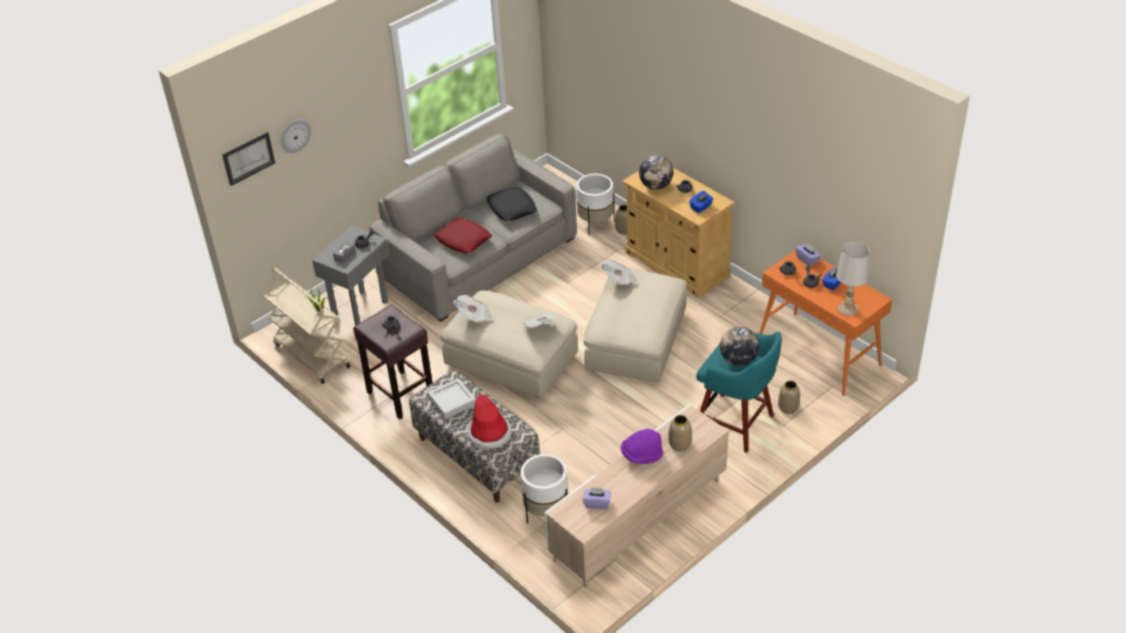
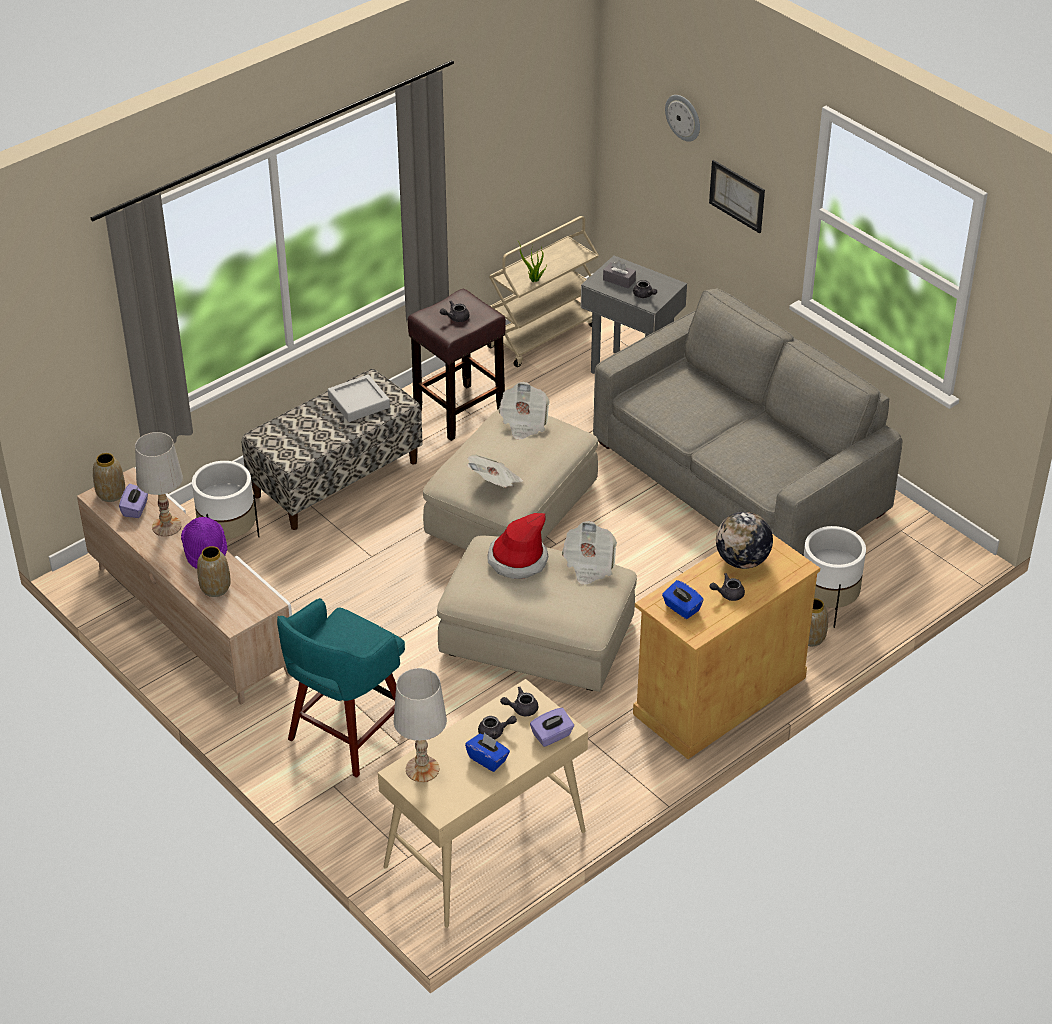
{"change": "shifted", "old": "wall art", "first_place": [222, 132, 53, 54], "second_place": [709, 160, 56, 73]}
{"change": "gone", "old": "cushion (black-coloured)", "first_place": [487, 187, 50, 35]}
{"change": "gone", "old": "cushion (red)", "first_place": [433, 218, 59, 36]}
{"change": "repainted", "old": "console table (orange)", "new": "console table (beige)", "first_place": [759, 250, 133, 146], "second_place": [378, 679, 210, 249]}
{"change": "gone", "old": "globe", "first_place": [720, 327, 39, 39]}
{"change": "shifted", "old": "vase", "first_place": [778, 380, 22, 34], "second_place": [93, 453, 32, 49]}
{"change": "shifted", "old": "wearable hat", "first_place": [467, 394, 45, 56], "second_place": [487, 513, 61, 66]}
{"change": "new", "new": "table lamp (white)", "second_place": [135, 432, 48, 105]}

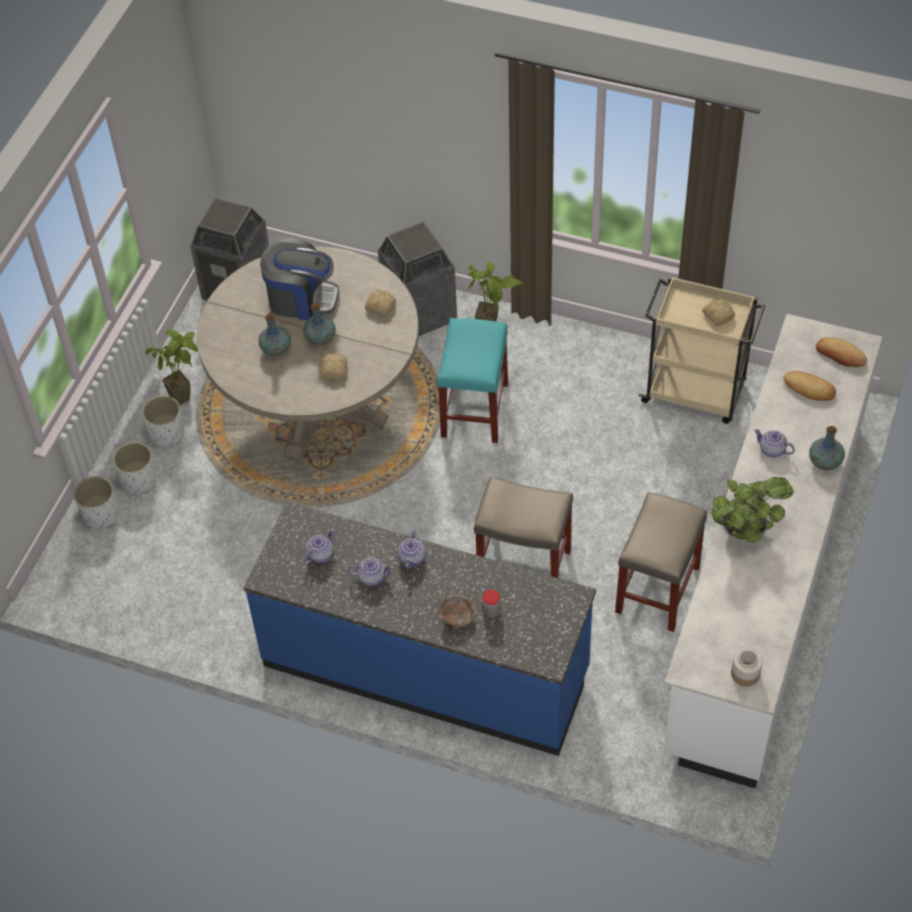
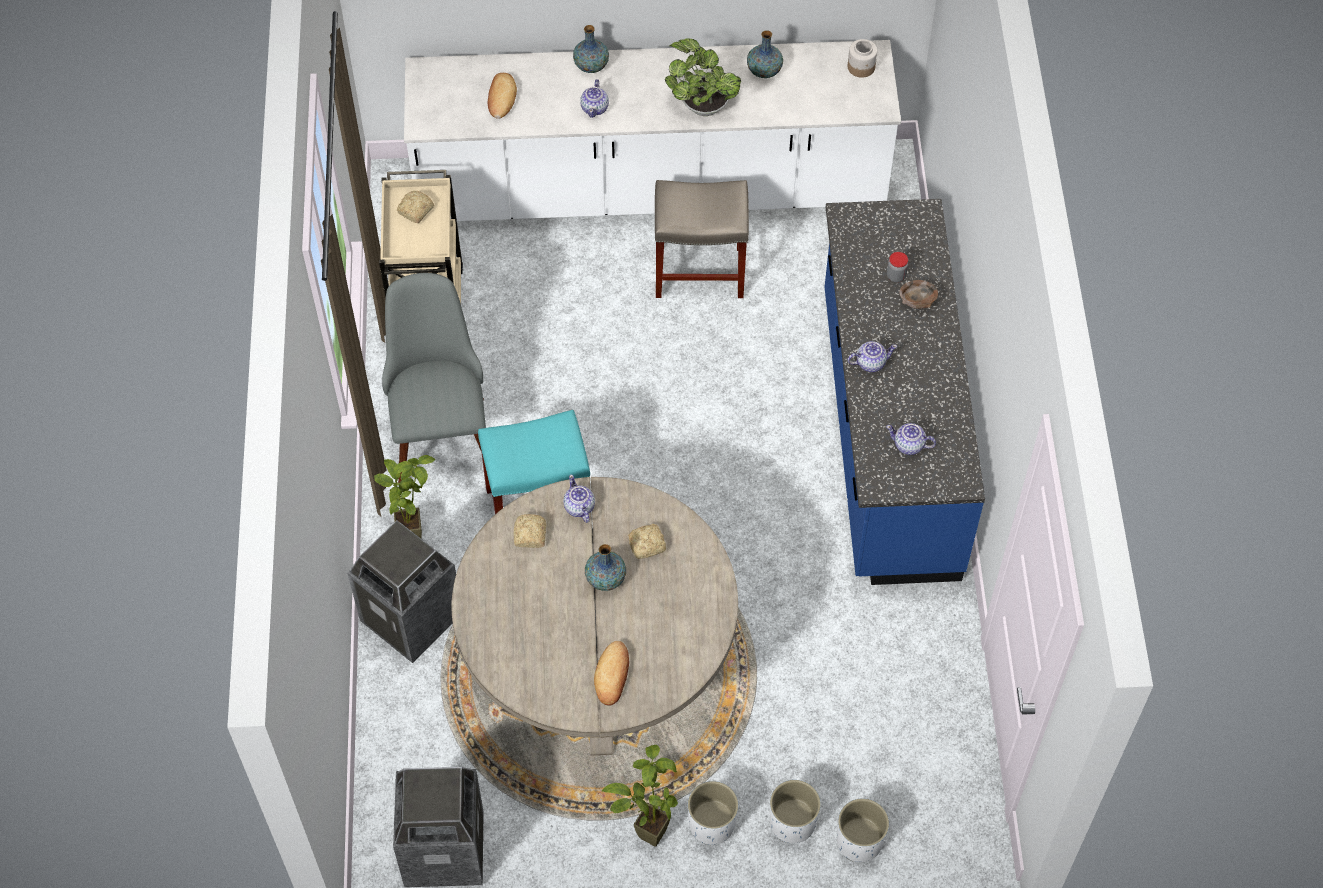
{"change": "gone", "old": "coffee brewer", "first_place": [260, 238, 79, 82]}
{"change": "shifted", "old": "vase", "first_place": [258, 314, 33, 42], "second_place": [747, 30, 36, 48]}
{"change": "shifted", "old": "bread", "first_place": [816, 337, 51, 30], "second_place": [594, 641, 35, 65]}
{"change": "gone", "old": "stool (beige)", "first_place": [474, 476, 99, 102]}
{"change": "shifted", "old": "teapot", "first_place": [348, 558, 46, 28], "second_place": [563, 475, 32, 48]}
{"change": "new", "new": "chair (greyish)", "second_place": [382, 273, 104, 210]}

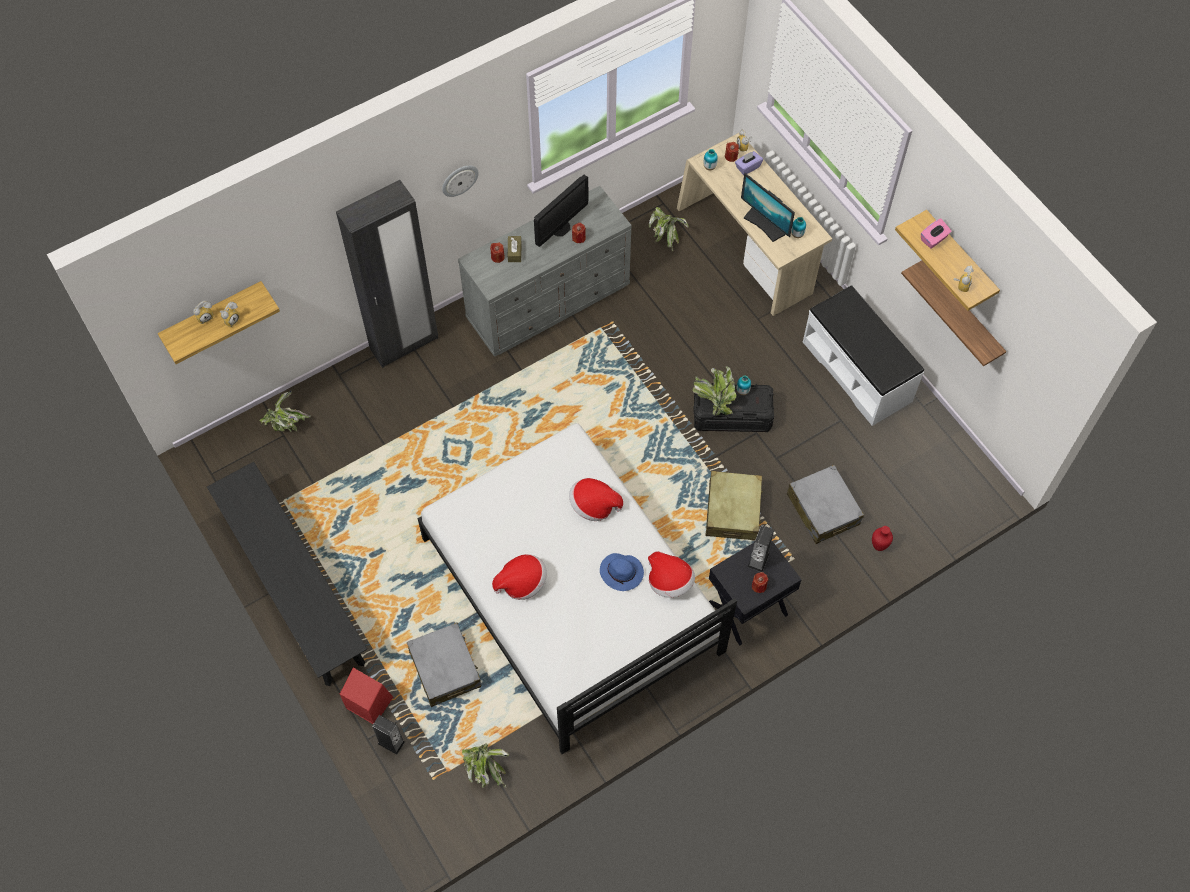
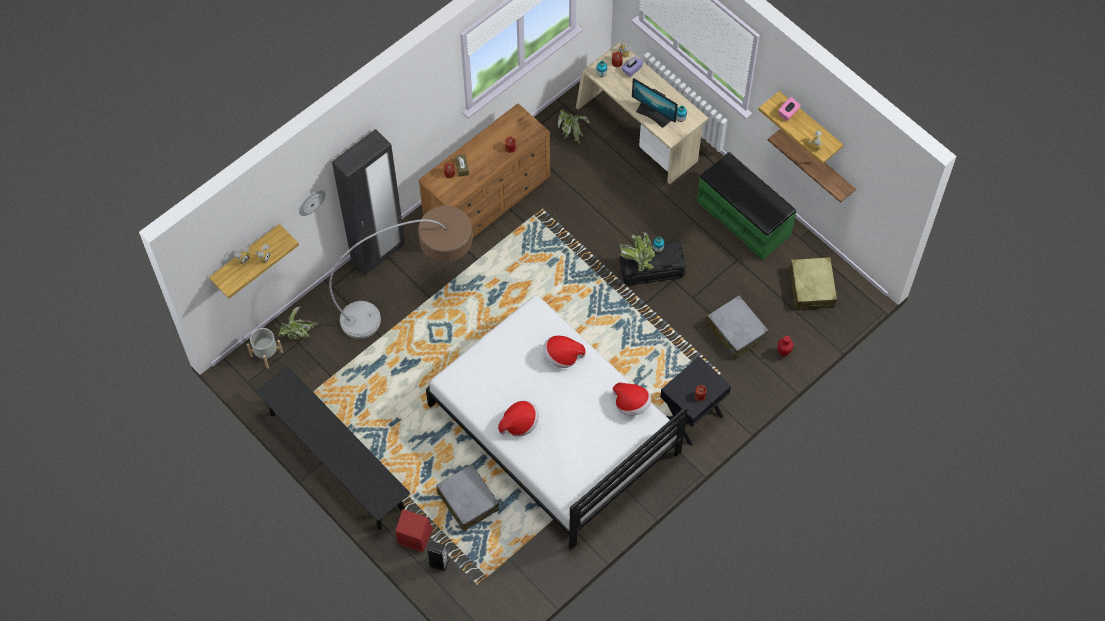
{"change": "shifted", "old": "clock on the wall", "first_place": [442, 165, 37, 32], "second_place": [299, 190, 27, 26]}
{"change": "gone", "old": "computer display", "first_place": [534, 174, 54, 73]}
{"change": "repainted", "old": "dresser (greyish)", "new": "dresser (brownish)", "first_place": [458, 186, 174, 171], "second_place": [418, 103, 132, 134]}
{"change": "repainted", "old": "indoor bench (white)", "new": "indoor bench (green-coloured)", "first_place": [803, 285, 121, 141], "second_place": [697, 152, 99, 108]}
{"change": "shifted", "old": "suitcase (beige)", "first_place": [705, 471, 58, 70], "second_place": [789, 257, 48, 53]}
{"change": "gone", "old": "loudspeaker", "first_place": [748, 525, 26, 47]}
{"change": "gone", "old": "wearable hat (blue)", "first_place": [600, 553, 44, 38]}
{"change": "gone", "old": "potted plant", "first_place": [462, 743, 48, 45]}
{"change": "new", "new": "standard lamp", "second_place": [329, 206, 144, 133]}
{"change": "new", "new": "plant pot (greyish)", "second_place": [247, 328, 36, 41]}

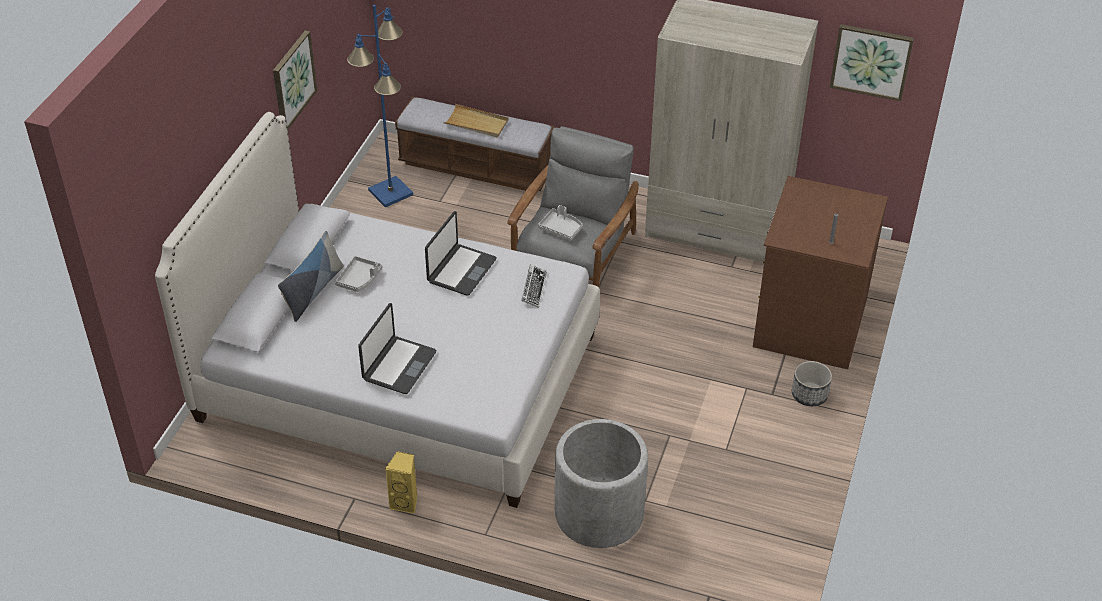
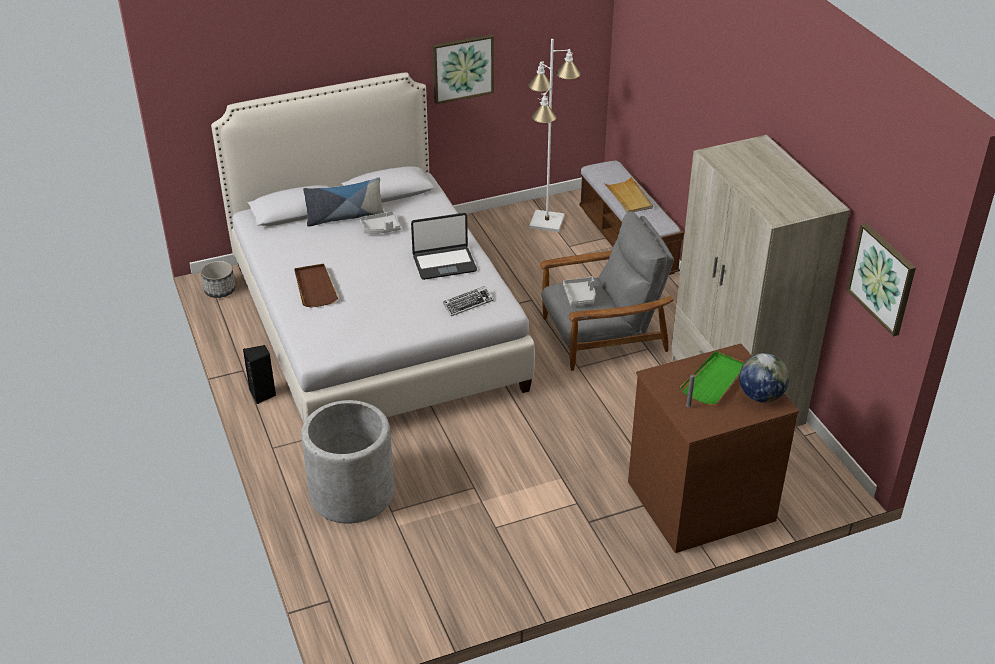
{"change": "repainted", "old": "standard lamp (blue)", "new": "standard lamp (white)", "first_place": [347, 5, 66, 202], "second_place": [528, 39, 53, 193]}
{"change": "swapped", "old": "notebook computer", "new": "carrying tray (brownish)", "first_place": [358, 303, 78, 91], "second_place": [294, 263, 44, 44]}
{"change": "shifted", "old": "plant pot", "first_place": [792, 361, 40, 45], "second_place": [201, 261, 35, 37]}
{"change": "repainted", "old": "loudspeaker (yellow)", "new": "loudspeaker (black-coloured)", "first_place": [385, 451, 32, 63], "second_place": [243, 345, 33, 59]}
{"change": "new", "new": "carrying tray (green-coloured)", "second_place": [680, 351, 65, 54]}
{"change": "new", "new": "globe", "second_place": [739, 353, 50, 50]}

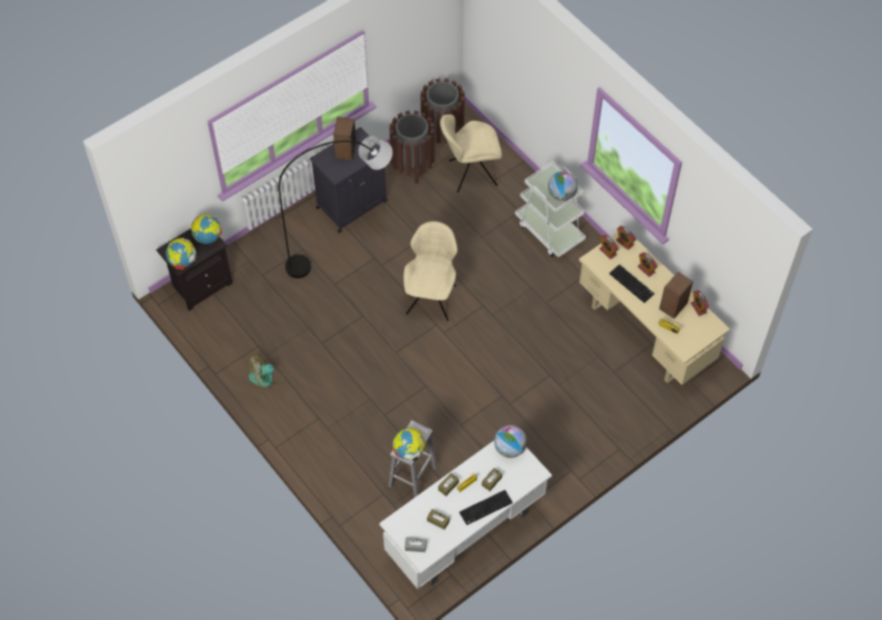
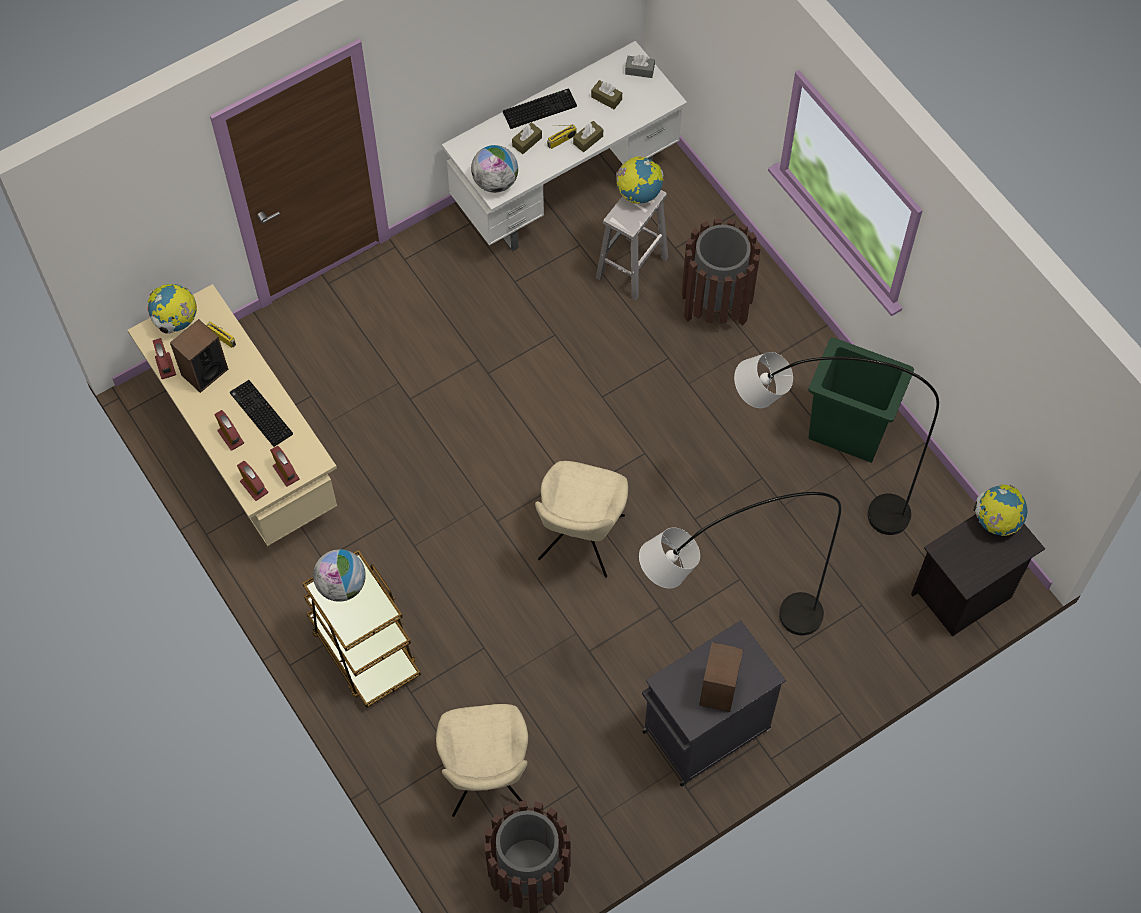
{"change": "shifted", "old": "waste bin (brownish)", "first_place": [390, 110, 45, 74], "second_place": [682, 218, 78, 107]}
{"change": "rotated", "old": "chair (beige)", "first_place": [440, 114, 62, 78], "second_place": [436, 704, 92, 113], "degrees": 90}
{"change": "repainted", "old": "wheeled cart (white)", "new": "wheeled cart (brownish)", "first_place": [515, 161, 71, 97], "second_place": [303, 550, 118, 158]}
{"change": "shifted", "old": "globe", "first_place": [191, 214, 31, 30], "second_place": [148, 284, 49, 50]}
{"change": "swapped", "old": "electric fan", "new": "waste bin (green-coloured)", "first_place": [249, 355, 35, 33], "second_place": [808, 338, 106, 125]}
{"change": "new", "new": "standard lamp (greyish)", "second_place": [734, 352, 205, 183]}

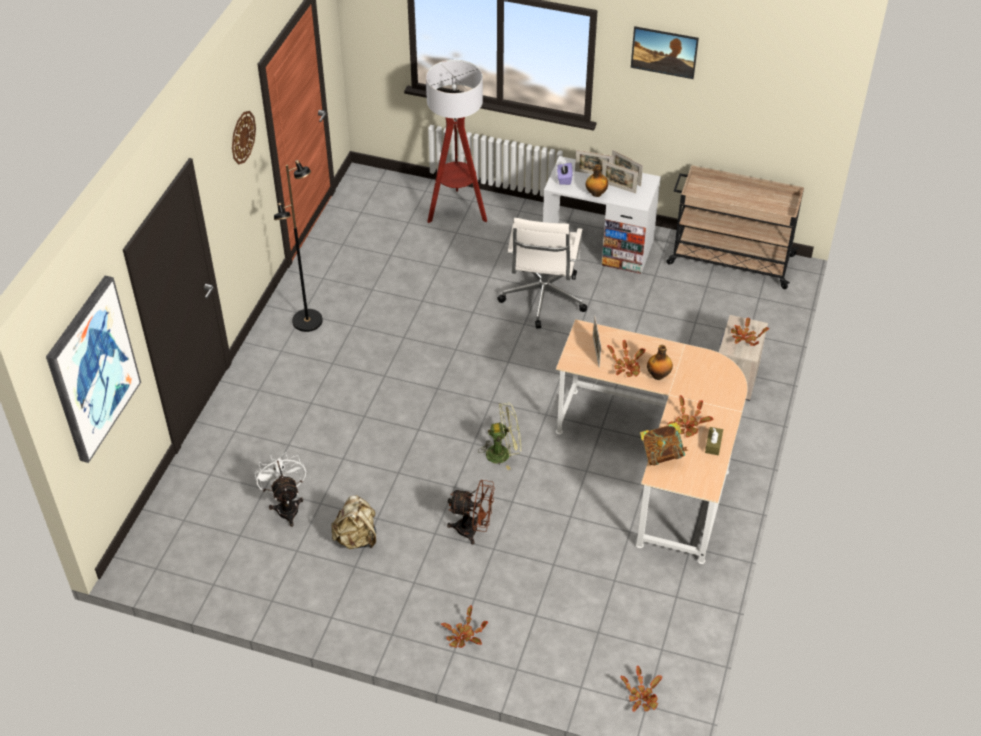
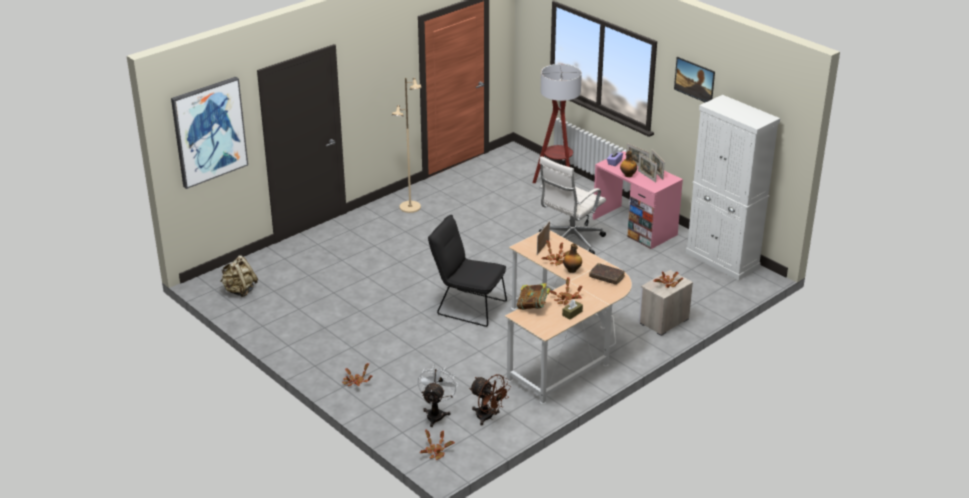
{"change": "gone", "old": "clock on the wall", "first_place": [232, 111, 24, 53]}
{"change": "repainted", "old": "desk table (white)", "new": "desk table (pinkish)", "first_place": [543, 156, 118, 118], "second_place": [593, 151, 90, 98]}
{"change": "repainted", "old": "standard lamp (black-coloured)", "new": "standard lamp (beige)", "first_place": [274, 160, 49, 172], "second_place": [392, 78, 30, 135]}
{"change": "swapped", "old": "wheeled cart (beige)", "new": "cupboard (white)", "first_place": [666, 165, 138, 124], "second_place": [686, 95, 94, 185]}
{"change": "swapped", "old": "electric fan (green-coloured)", "new": "chair (black-coloured)", "first_place": [478, 403, 43, 67], "second_place": [428, 215, 79, 112]}
{"change": "shifted", "old": "electric fan (white)", "first_place": [255, 452, 51, 75], "second_place": [418, 364, 40, 63]}
{"change": "shifted", "old": "electric fan (brownish)", "first_place": [447, 480, 48, 65], "second_place": [469, 374, 42, 52]}
{"change": "shifted", "old": "rucksack (beige)", "first_place": [331, 495, 45, 54], "second_place": [220, 255, 38, 42]}
{"change": "new", "new": "volume (brownish)", "second_place": [589, 263, 36, 22]}

